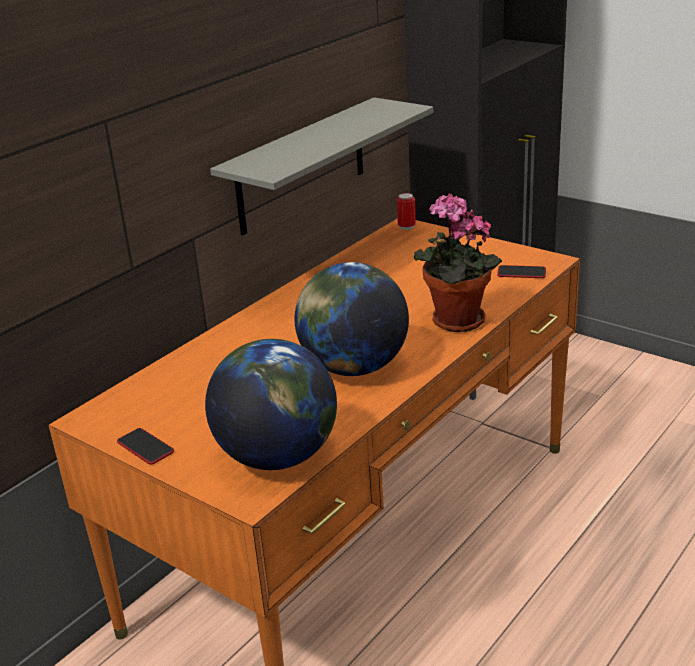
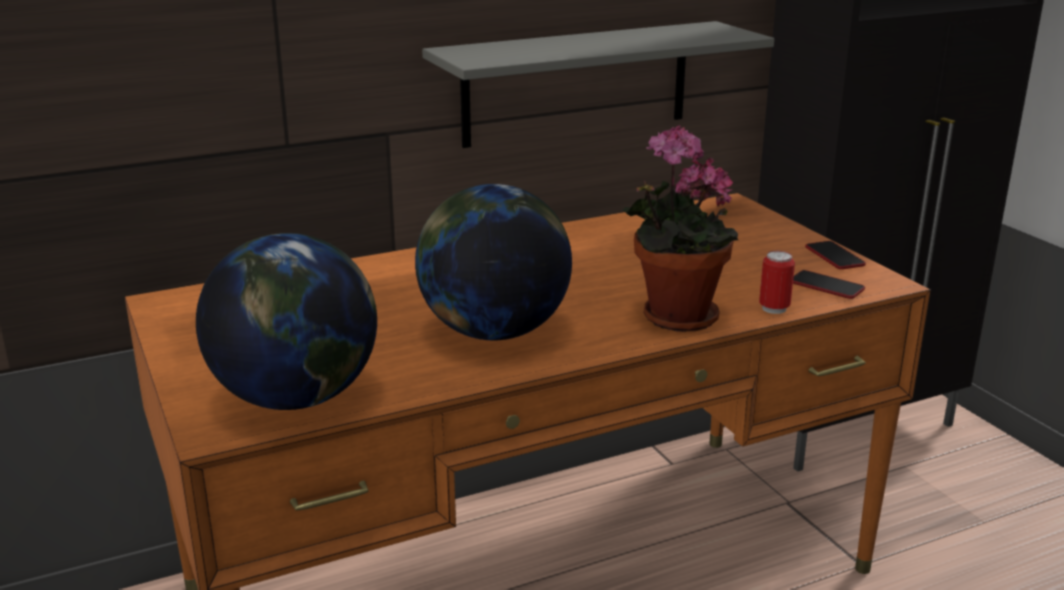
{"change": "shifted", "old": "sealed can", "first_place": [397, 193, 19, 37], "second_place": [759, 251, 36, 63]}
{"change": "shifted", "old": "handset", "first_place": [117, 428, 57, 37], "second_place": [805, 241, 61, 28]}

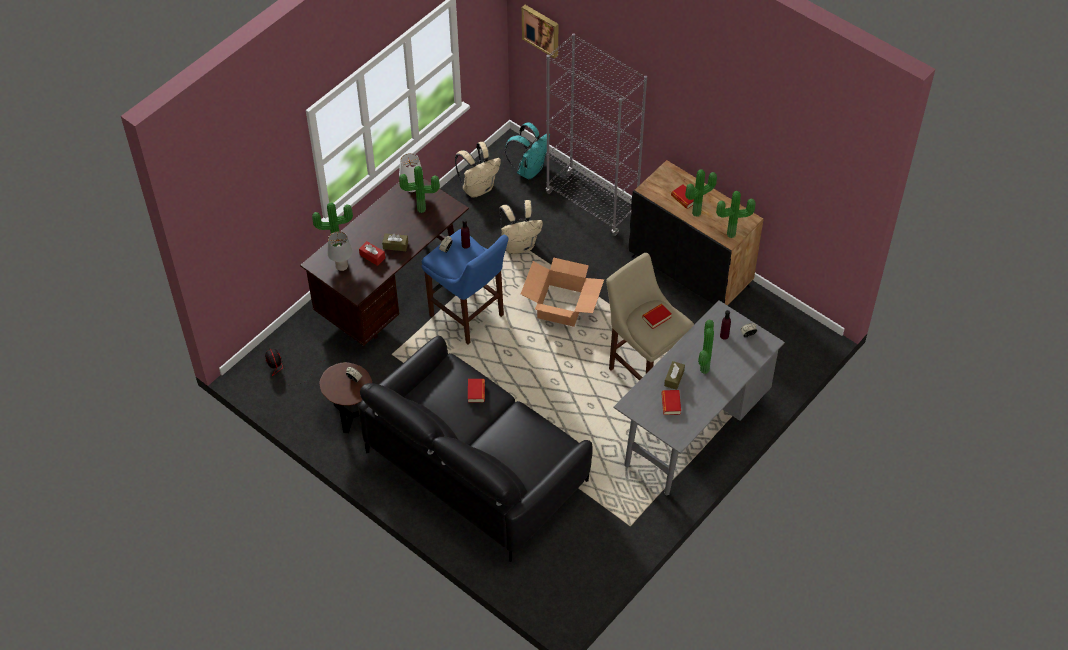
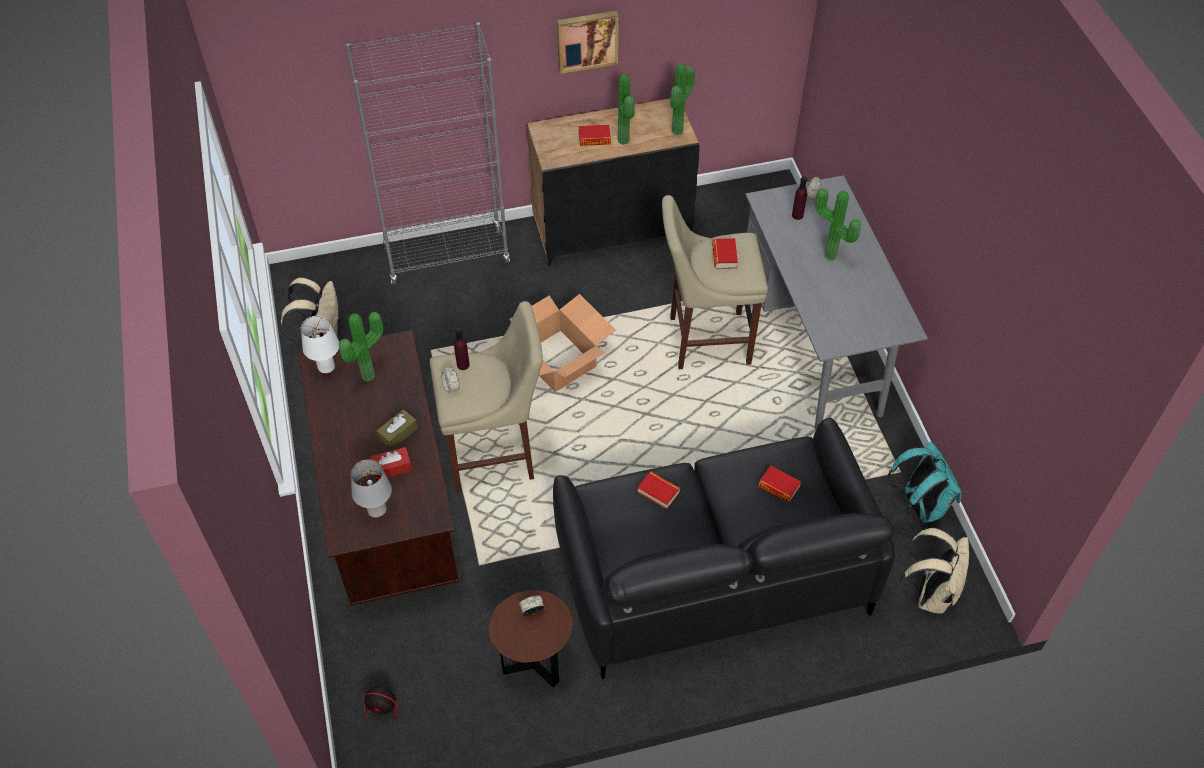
{"change": "shifted", "old": "wall art", "first_place": [522, 5, 36, 53], "second_place": [557, 11, 62, 63]}
{"change": "shifted", "old": "rucksack (blue-green)", "first_place": [505, 122, 45, 57], "second_place": [888, 441, 74, 82]}
{"change": "shifted", "old": "rucksack (beige)", "first_place": [499, 200, 44, 54], "second_place": [900, 528, 69, 86]}
{"change": "gone", "old": "potted plant", "first_place": [312, 203, 41, 44]}
{"change": "repainted", "old": "stool (blue)", "new": "stool (beige)", "first_place": [422, 229, 86, 116], "second_place": [430, 301, 113, 192]}
{"change": "gone", "old": "tissue box (brownish)", "first_place": [664, 361, 21, 29]}
{"change": "shifted", "old": "volume", "first_place": [661, 390, 20, 25], "second_place": [758, 465, 43, 38]}

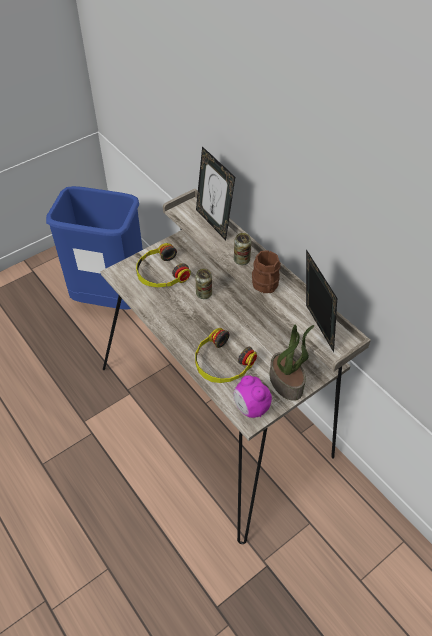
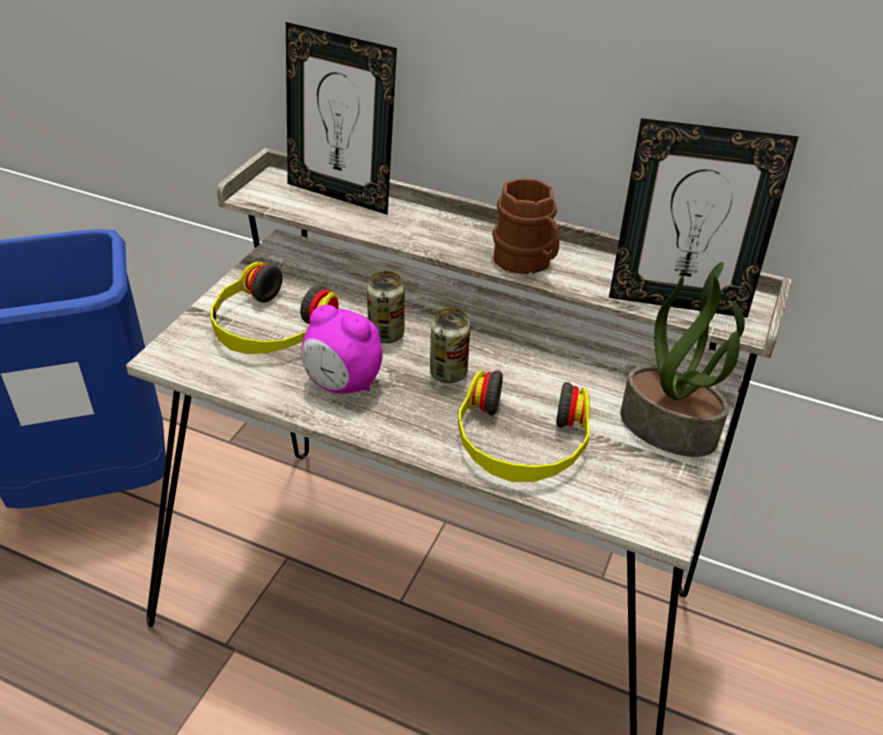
{"change": "shifted", "old": "sealed can", "first_place": [234, 233, 17, 32], "second_place": [430, 308, 40, 75]}
{"change": "rotated", "old": "standing frame", "first_place": [306, 249, 31, 103], "second_place": [609, 118, 190, 200], "degrees": 150}
{"change": "shifted", "old": "bedside clock", "first_place": [234, 375, 38, 43], "second_place": [301, 305, 82, 89]}

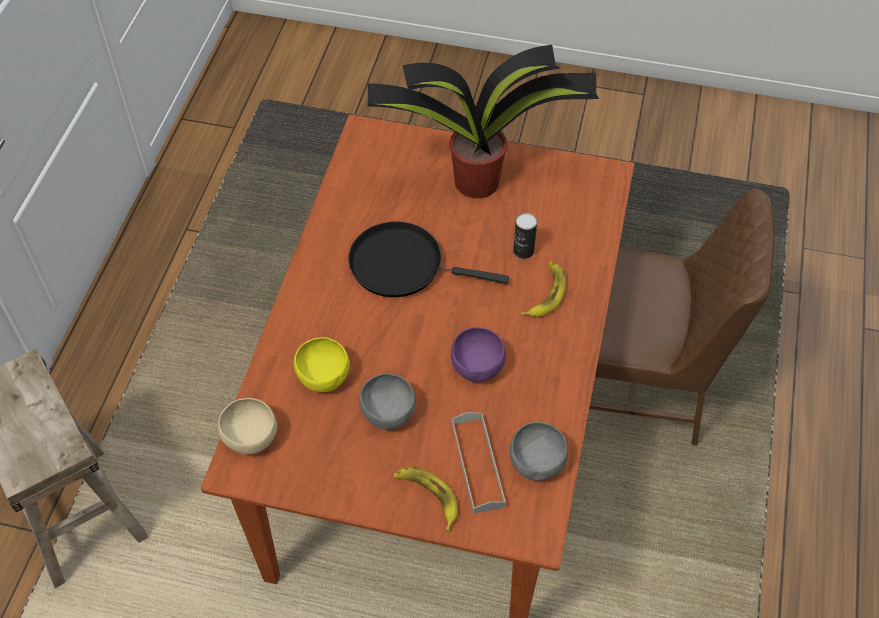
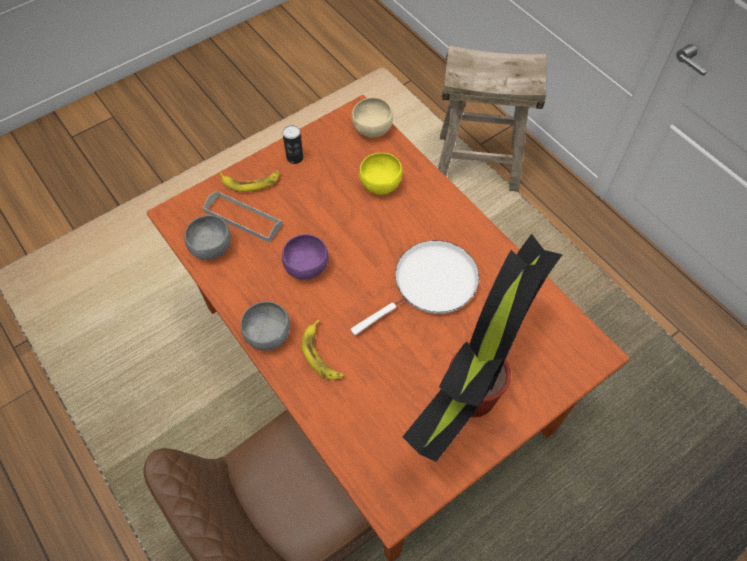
{"change": "shifted", "old": "sealed can", "first_place": [513, 213, 24, 46], "second_place": [283, 125, 20, 39]}
{"change": "repainted", "old": "pan (black-coloured)", "new": "pan (white)", "first_place": [348, 221, 161, 76], "second_place": [351, 240, 128, 95]}
{"change": "shifted", "old": "deep dish (greyish)", "first_place": [359, 373, 57, 57], "second_place": [241, 301, 49, 50]}

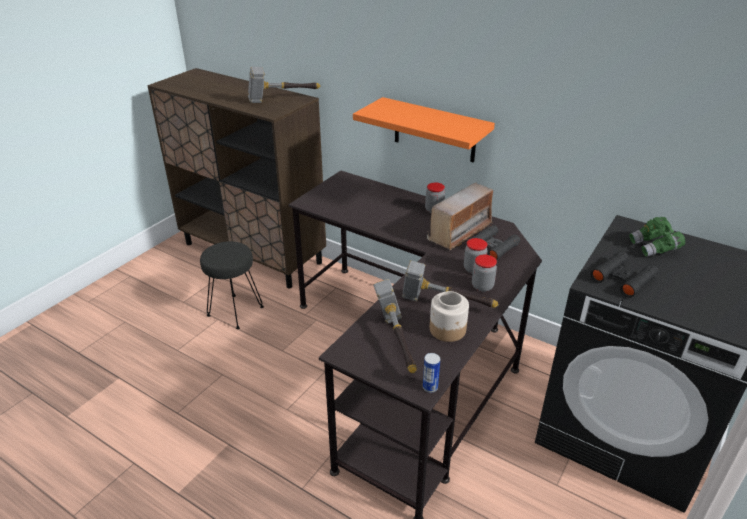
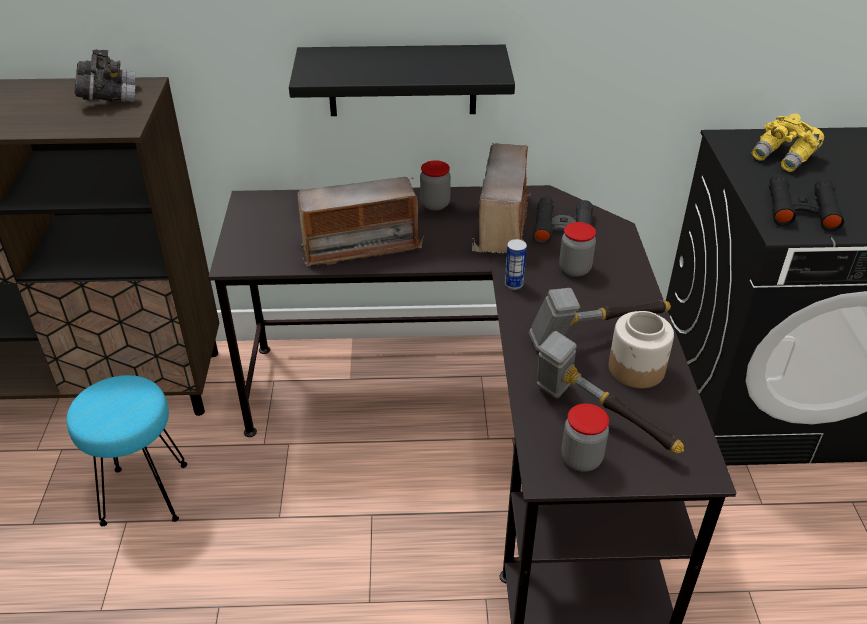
{"change": "swapped", "old": "tool hammer", "new": "pair of binoculars (greyish)", "first_place": [248, 67, 72, 36], "second_place": [75, 49, 60, 53]}
{"change": "repainted", "old": "wall shelf (orange)", "new": "wall shelf (black-coloured)", "first_place": [353, 97, 142, 66], "second_place": [289, 45, 226, 71]}
{"change": "repainted", "old": "pair of binoculars (green-coloured)", "new": "pair of binoculars (yellow)", "first_place": [629, 217, 57, 40], "second_place": [751, 113, 73, 59]}
{"change": "repainted", "old": "stool (black-coloured)", "new": "stool (blue-green)", "first_place": [200, 241, 64, 88], "second_place": [66, 375, 121, 151]}
{"change": "shifted", "old": "storage jar", "first_place": [472, 255, 25, 37], "second_place": [561, 403, 48, 69]}
{"change": "shifted", "old": "sealed can", "first_place": [423, 353, 17, 40], "second_place": [505, 239, 22, 51]}
{"change": "new", "new": "radio receiver", "second_place": [298, 177, 126, 89]}

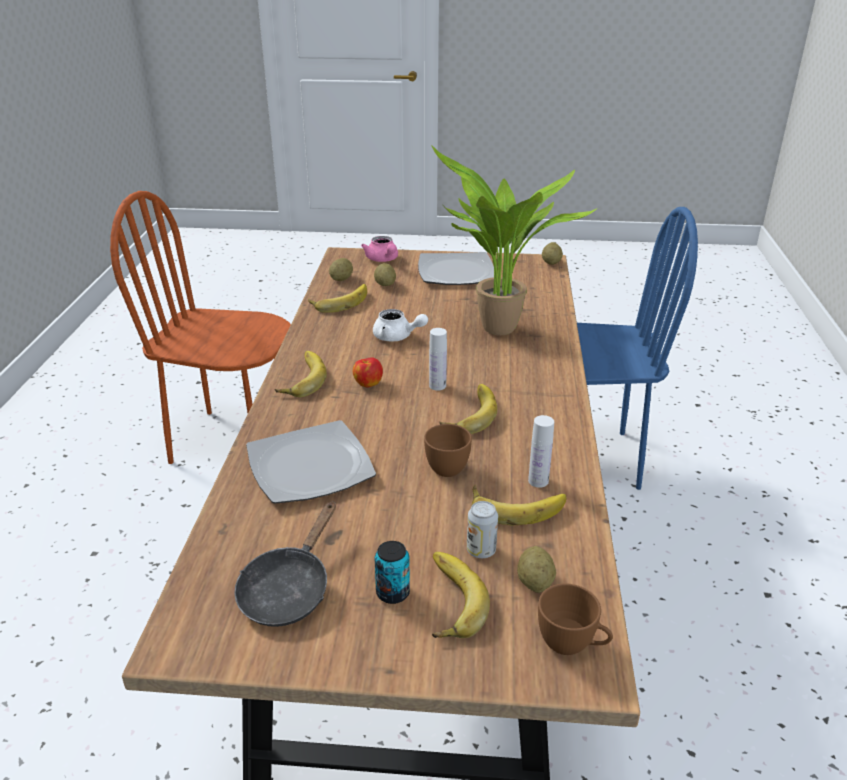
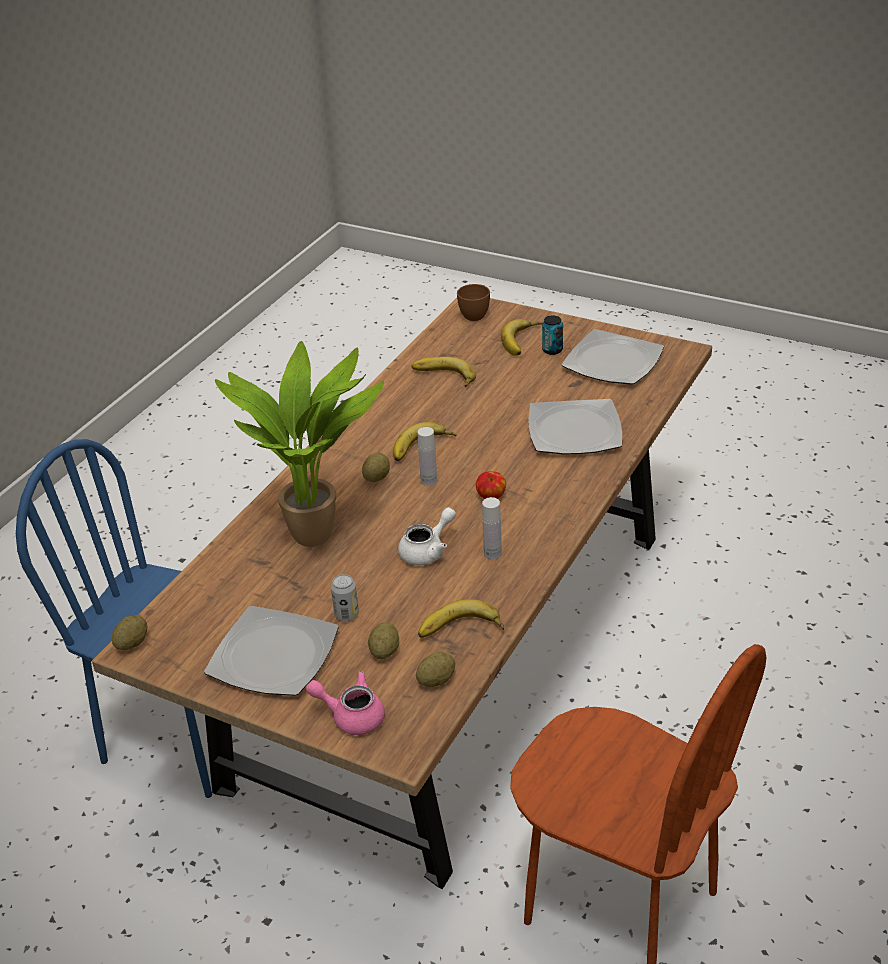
{"change": "rotated", "old": "teapot (pinkish)", "first_place": [361, 236, 37, 26], "second_place": [306, 671, 79, 64], "degrees": -75}
{"change": "rotated", "old": "teapot (white)", "first_place": [373, 309, 55, 32], "second_place": [398, 507, 58, 59], "degrees": 90}
{"change": "gone", "old": "banana fruit", "first_place": [275, 351, 52, 46]}
{"change": "shifted", "old": "drink bottle (white)", "first_place": [528, 415, 26, 73], "second_place": [482, 497, 20, 62]}
{"change": "gone", "old": "drinking cup (brownish)", "first_place": [424, 424, 48, 53]}
{"change": "swapped", "old": "pan (black-coloured)", "new": "flat dish", "first_place": [234, 501, 102, 126], "second_place": [562, 329, 102, 56]}
{"change": "shifted", "old": "sealed can", "first_place": [467, 501, 31, 57], "second_place": [331, 574, 28, 47]}
{"change": "shifted", "old": "whole potato", "first_place": [517, 546, 39, 47], "second_place": [362, 453, 28, 29]}

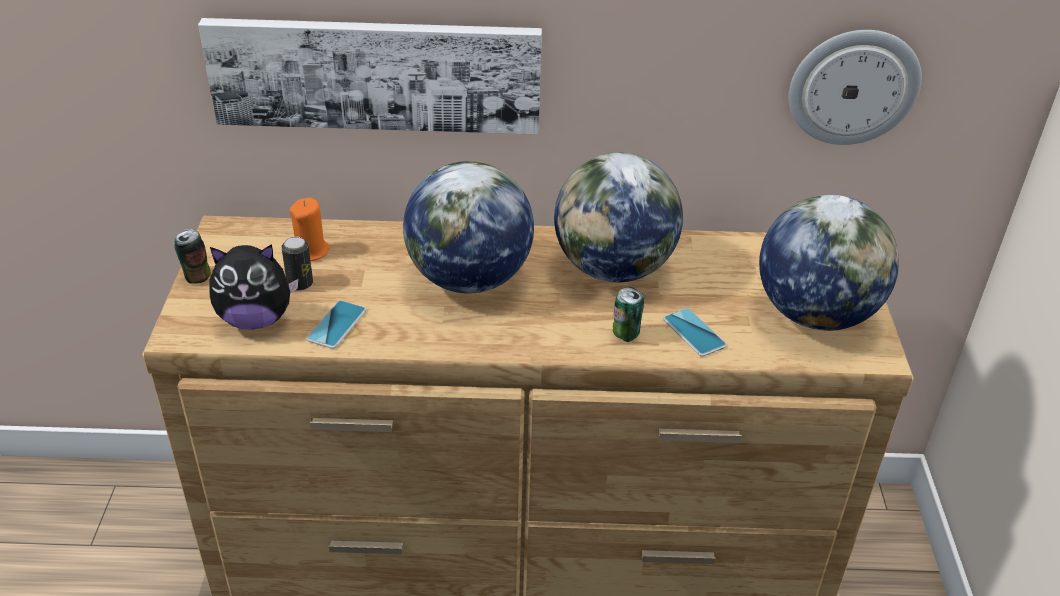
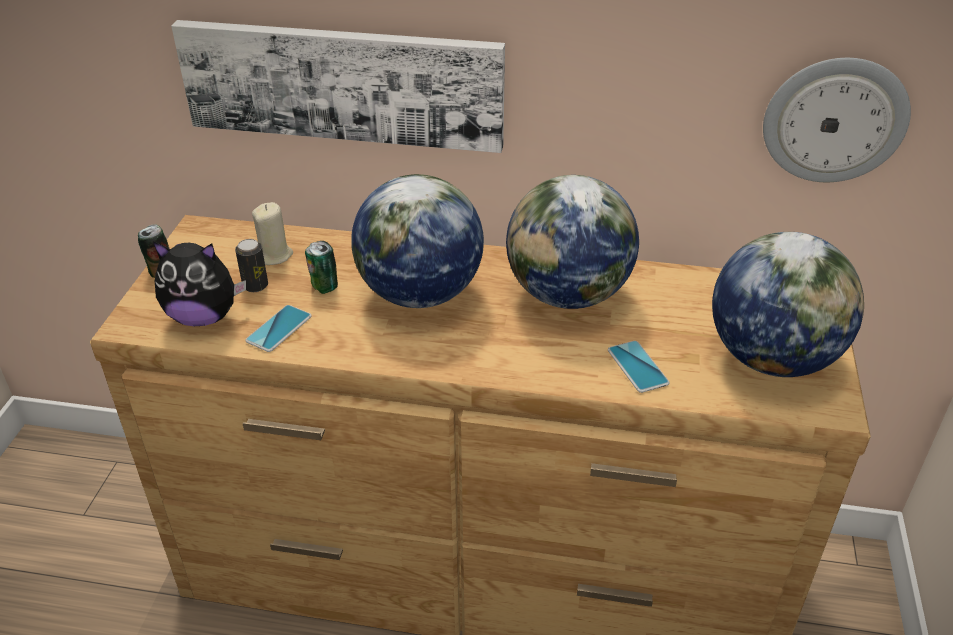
{"change": "repainted", "old": "wax candle (orange)", "new": "wax candle (beige)", "first_place": [290, 198, 40, 63], "second_place": [252, 202, 41, 63]}
{"change": "shifted", "old": "sealed can", "first_place": [613, 286, 31, 56], "second_place": [305, 241, 33, 53]}

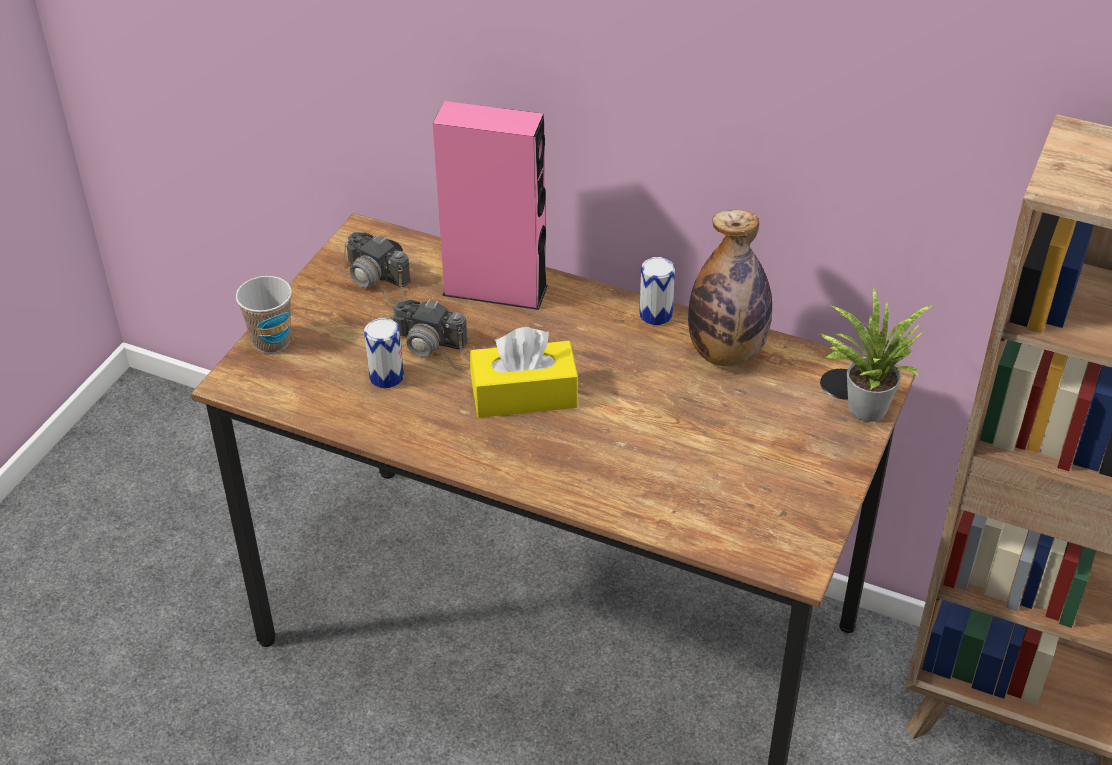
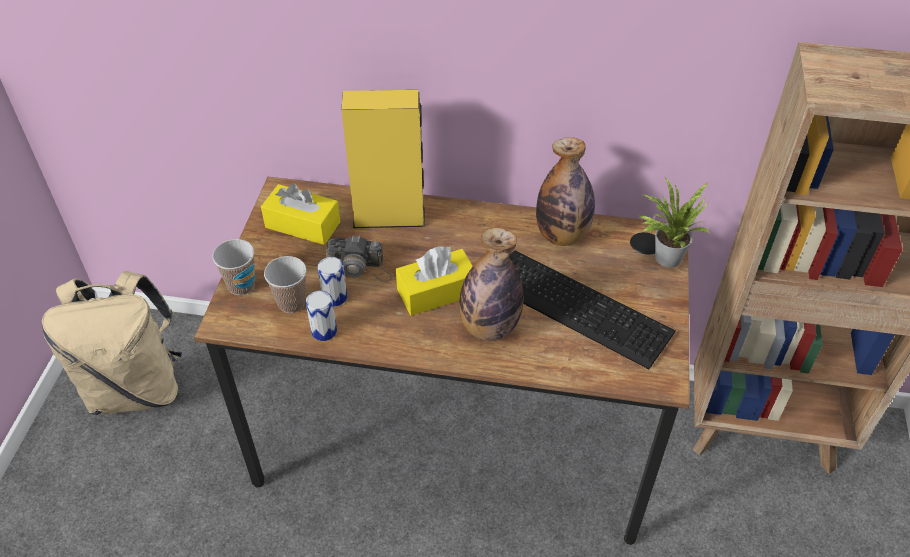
{"change": "repainted", "old": "loudspeaker (pinkish)", "new": "loudspeaker (yellow)", "first_place": [433, 101, 115, 209], "second_place": [341, 90, 84, 138]}
{"change": "swapped", "old": "still camera", "new": "tissue box (yellow)", "first_place": [338, 232, 73, 74], "second_place": [261, 184, 80, 61]}
{"change": "shifted", "old": "sealed can", "first_place": [639, 257, 36, 68], "second_place": [306, 291, 31, 50]}
{"change": "new", "new": "drink bottle", "second_place": [459, 228, 64, 113]}
{"change": "new", "new": "keyboard", "second_place": [509, 251, 167, 118]}
{"change": "new", "new": "drinking cup", "second_place": [264, 256, 42, 57]}
{"change": "new", "new": "rucksack (beige)", "second_place": [42, 271, 140, 145]}

